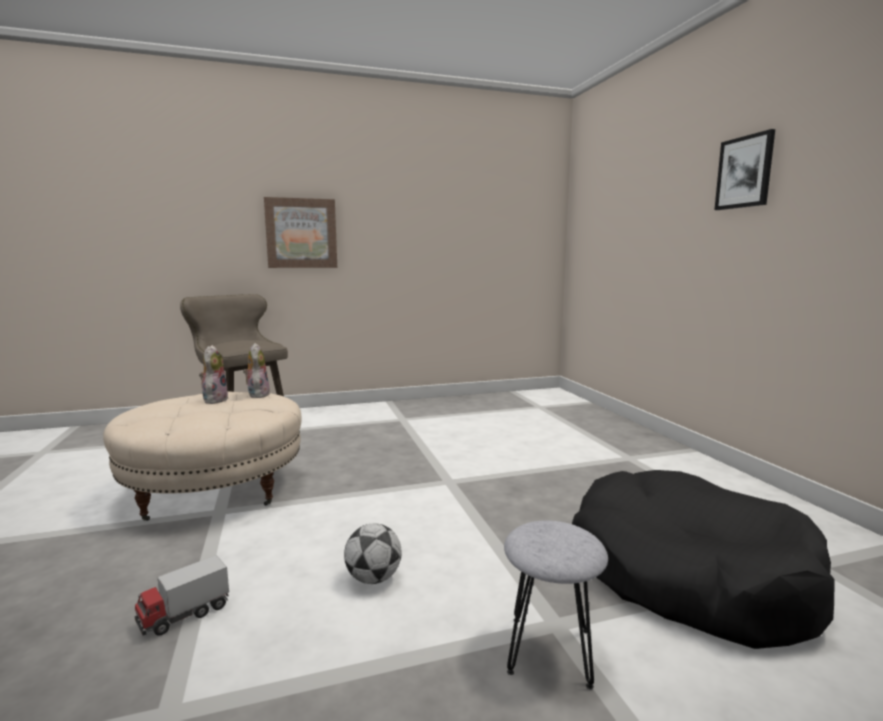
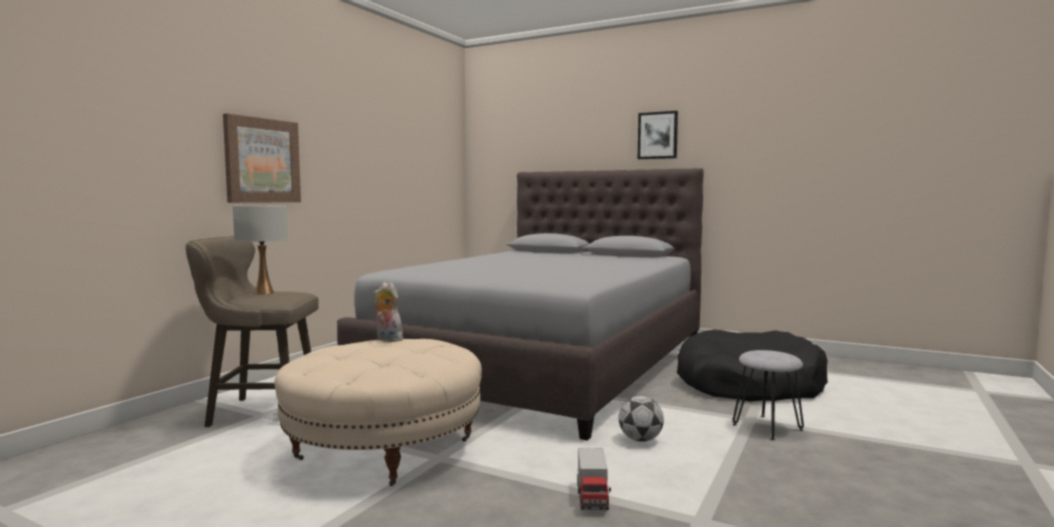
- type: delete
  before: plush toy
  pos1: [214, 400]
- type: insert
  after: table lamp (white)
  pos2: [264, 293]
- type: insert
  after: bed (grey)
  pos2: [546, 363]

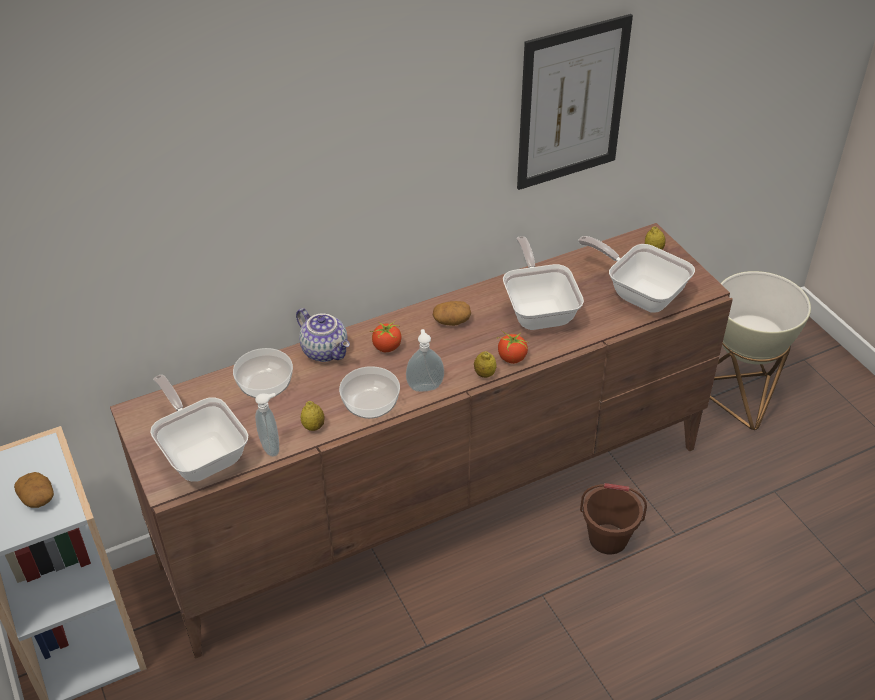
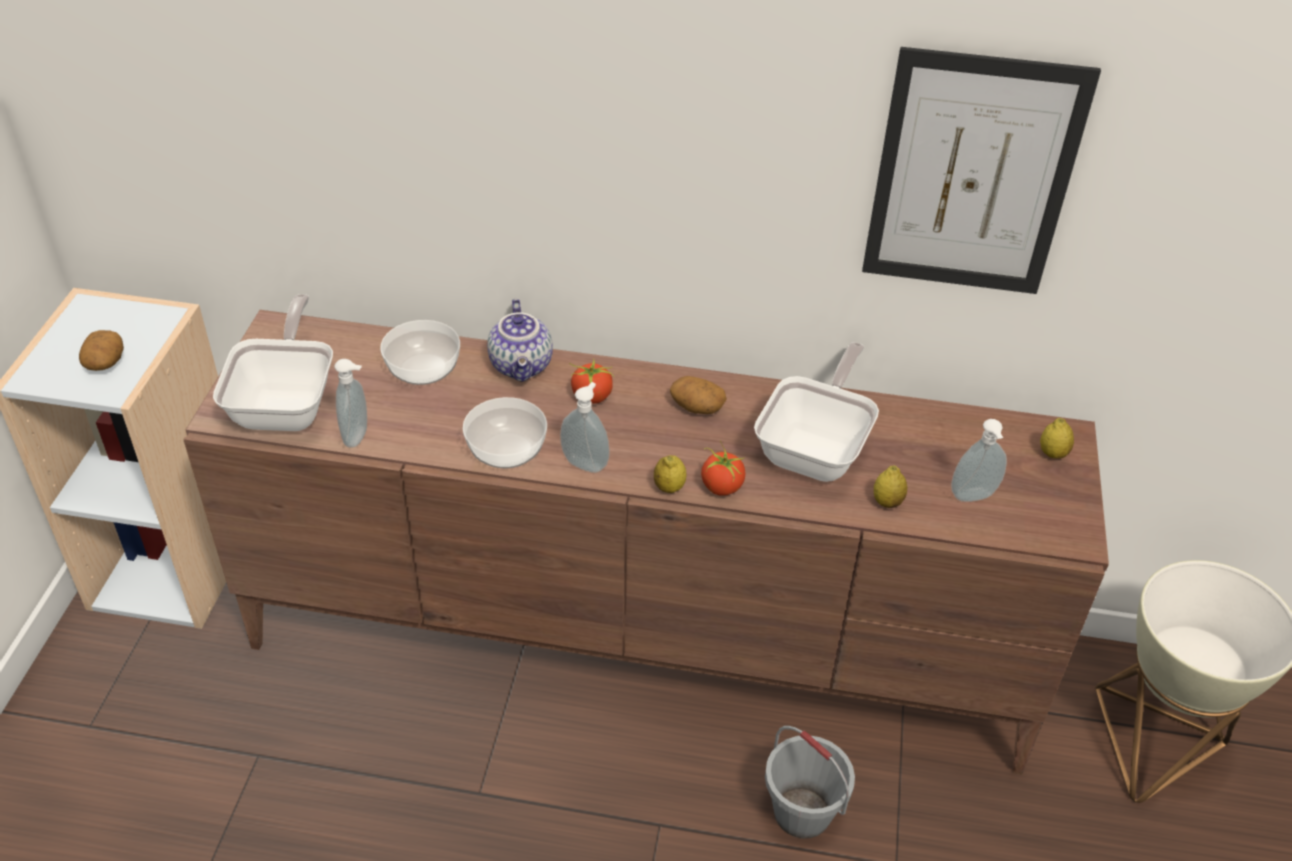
- type: move
  before: lemon
  pos1: [313, 426]
  pos2: [887, 502]
- type: replace
  before: frying pan
  after: soap dispenser
  pos1: [639, 293]
  pos2: [974, 497]
- type: recolor
  before: bucket (brown)
  after: bucket (grey)
  pos1: [608, 538]
  pos2: [803, 812]

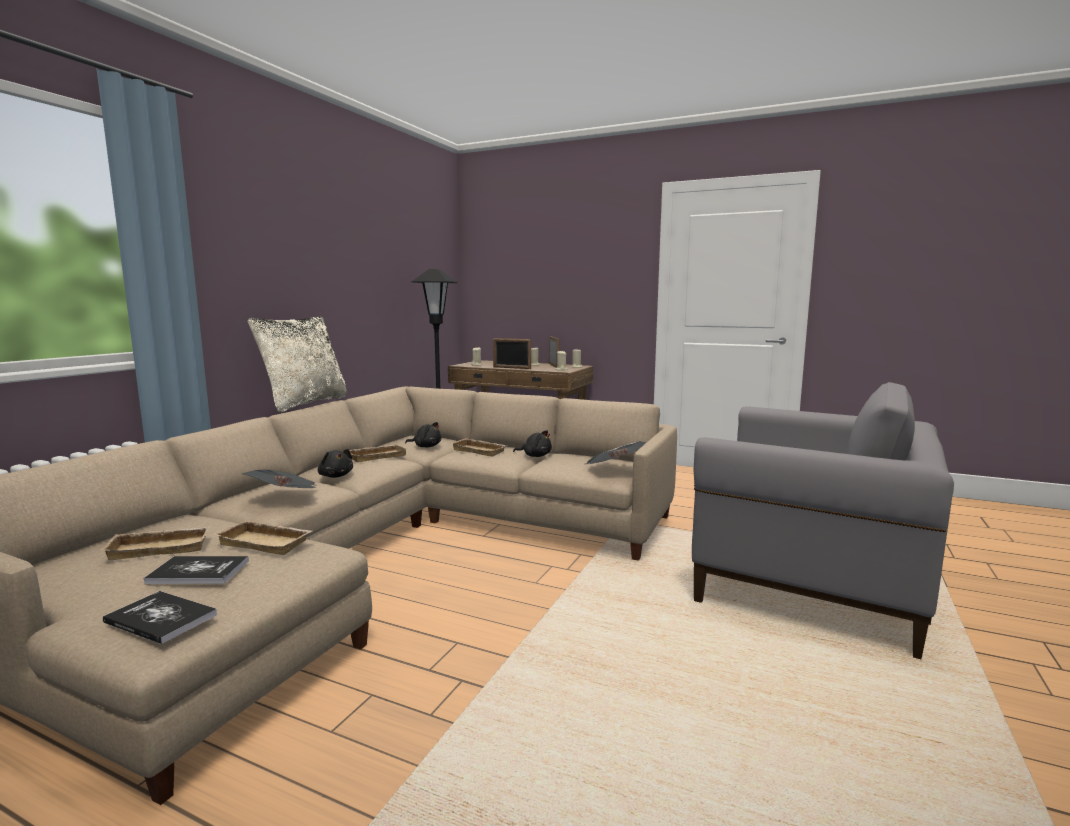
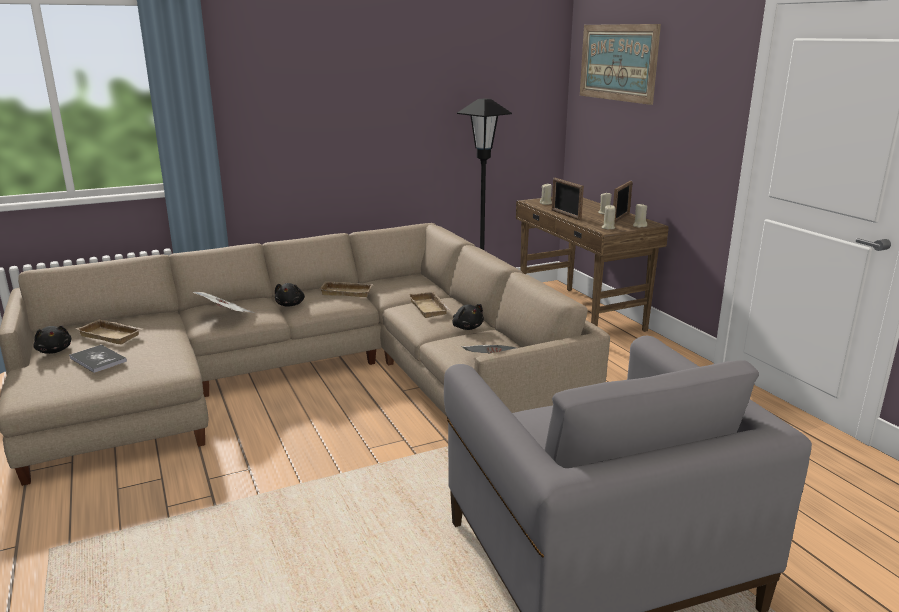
- type: delete
  before: book
  pos1: [160, 618]
- type: delete
  before: tray (beige)
  pos1: [267, 542]
- type: delete
  before: pillow (beige)
  pos1: [306, 404]
- type: insert
  after: picture
  pos2: [618, 62]
- type: move
  before: plush toy (black)
  pos1: [426, 446]
  pos2: [54, 350]

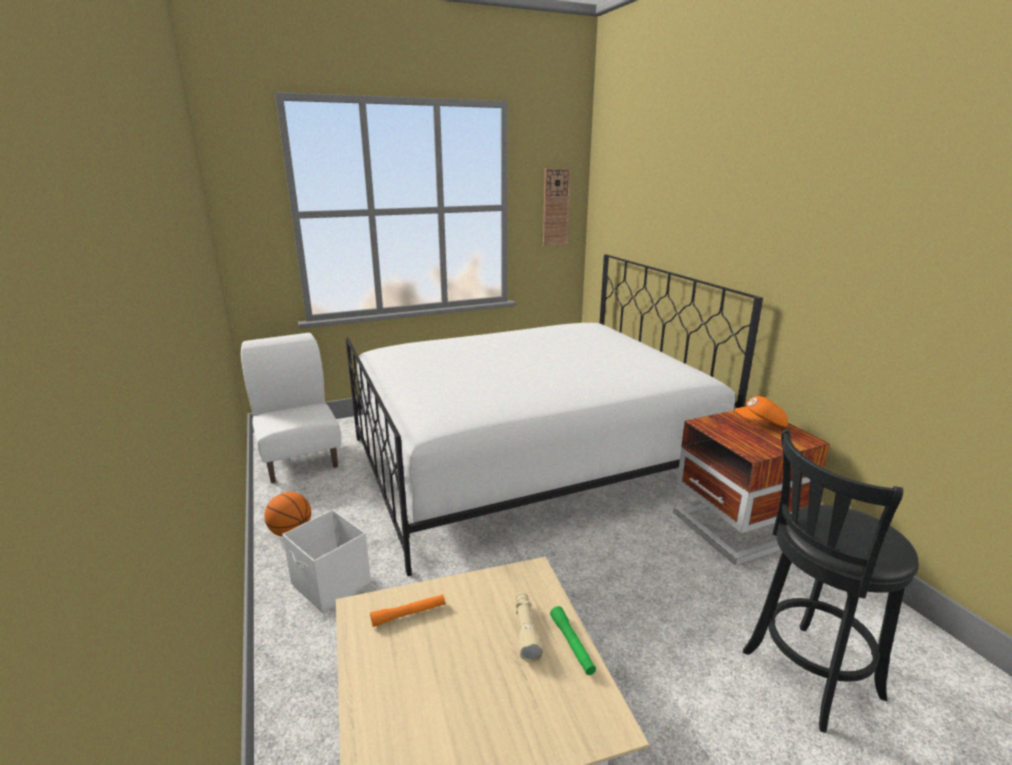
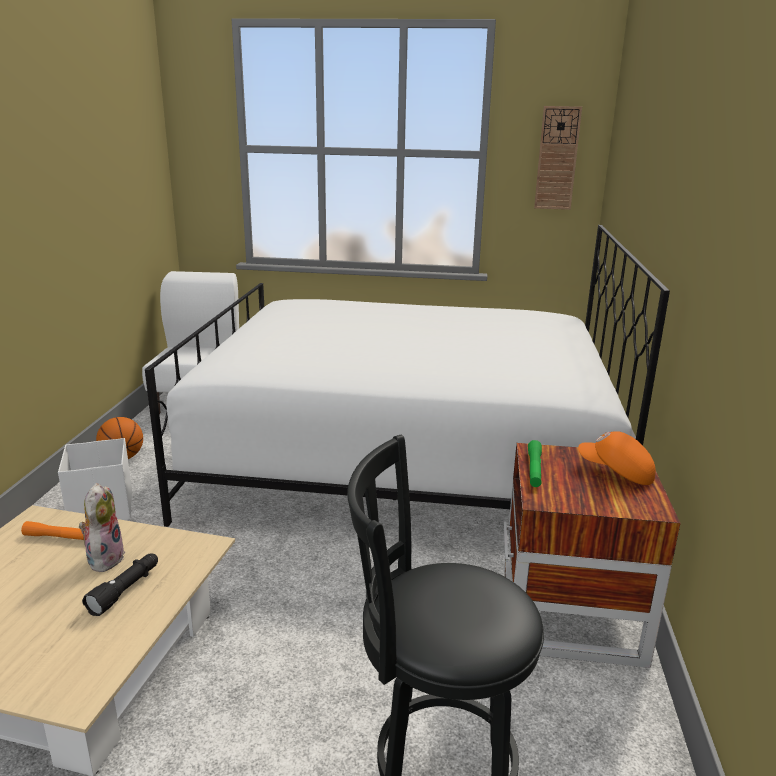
- type: insert
  after: plush toy
  pos2: [104, 558]
- type: move
  before: flashlight (green)
  pos1: [572, 645]
  pos2: [534, 469]
- type: recolor
  before: flashlight (beige)
  after: flashlight (black)
  pos1: [526, 631]
  pos2: [126, 590]

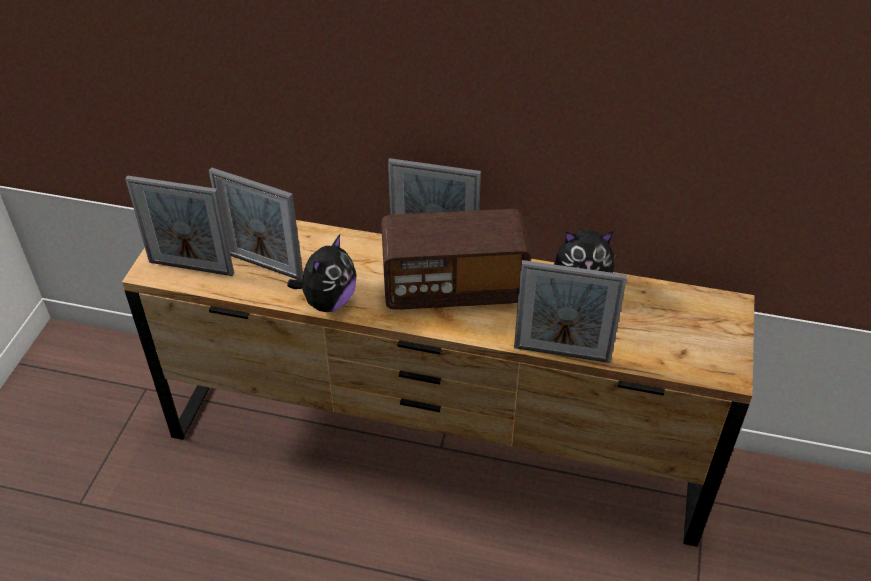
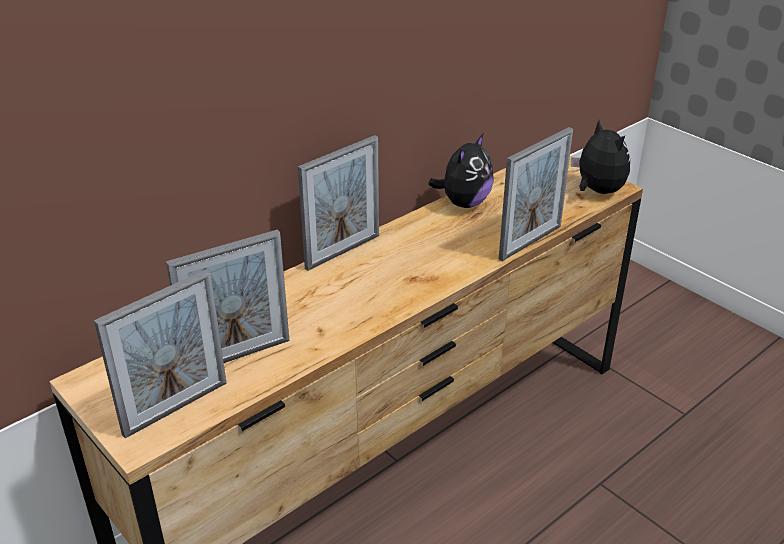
- type: delete
  before: radio
  pos1: [453, 287]
- type: move
  before: plush toy
  pos1: [328, 301]
  pos2: [597, 191]

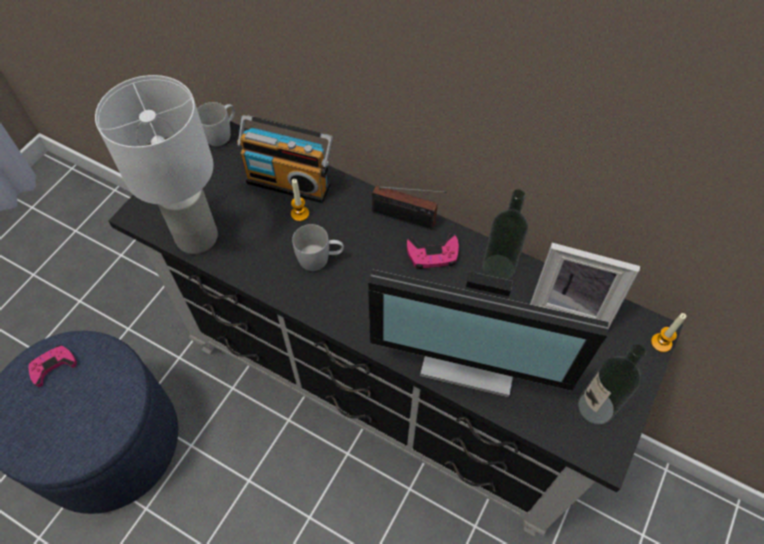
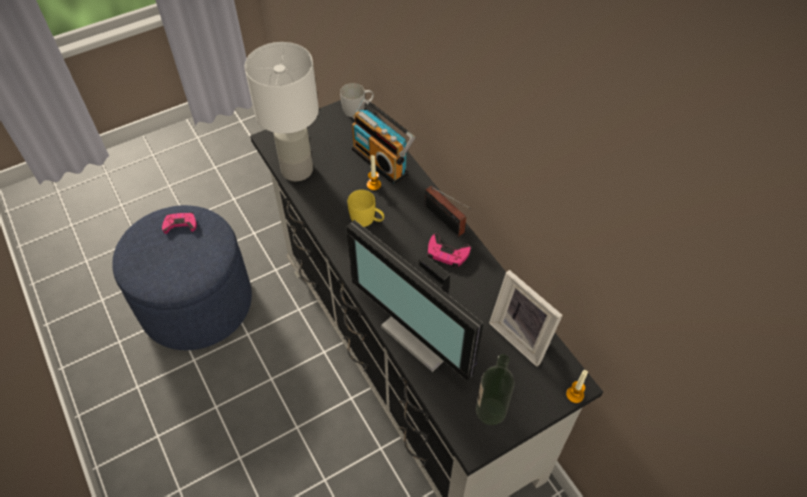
- type: delete
  before: bottle
  pos1: [498, 268]
- type: recolor
  before: mug (white)
  after: mug (yellow)
  pos1: [320, 258]
  pos2: [367, 220]

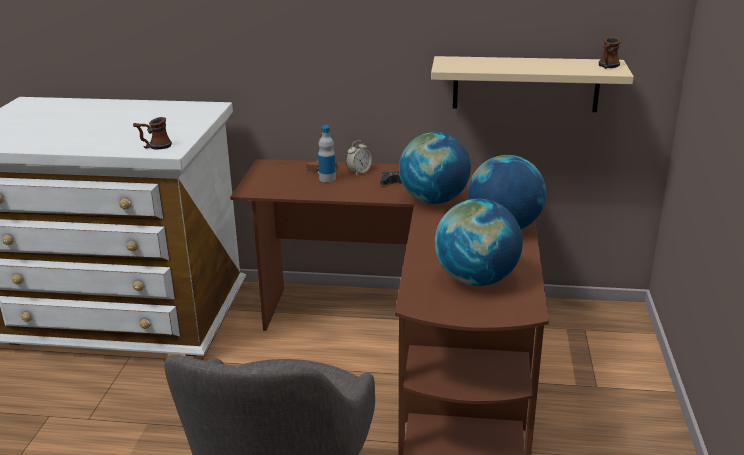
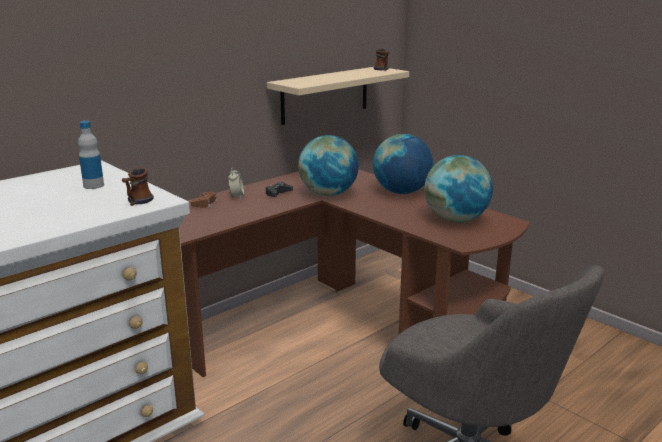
- type: move
  before: bottle
  pos1: [327, 179]
  pos2: [93, 185]

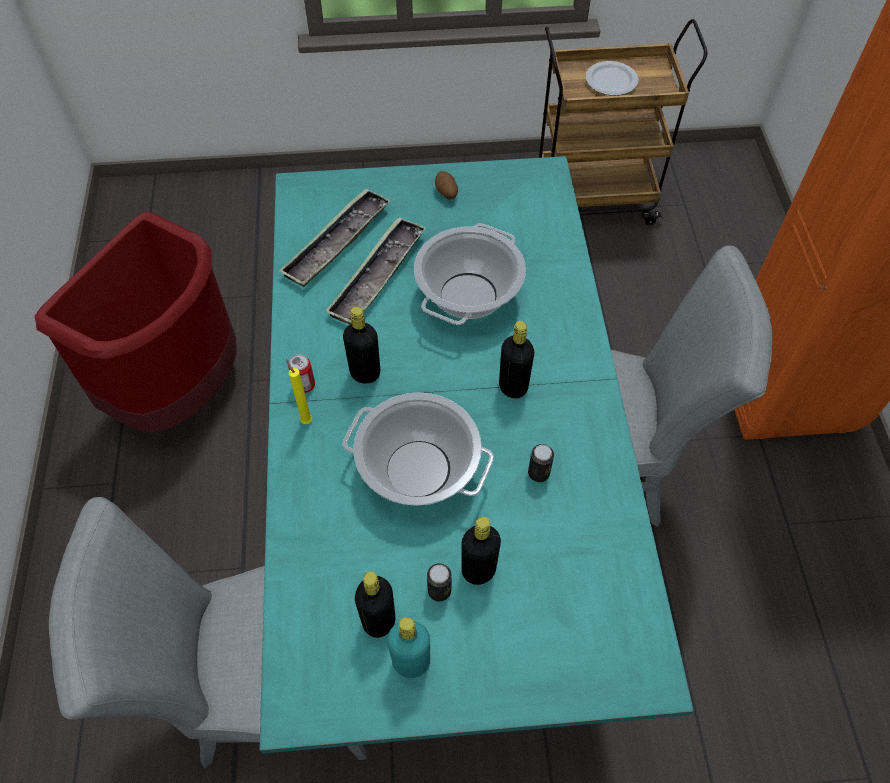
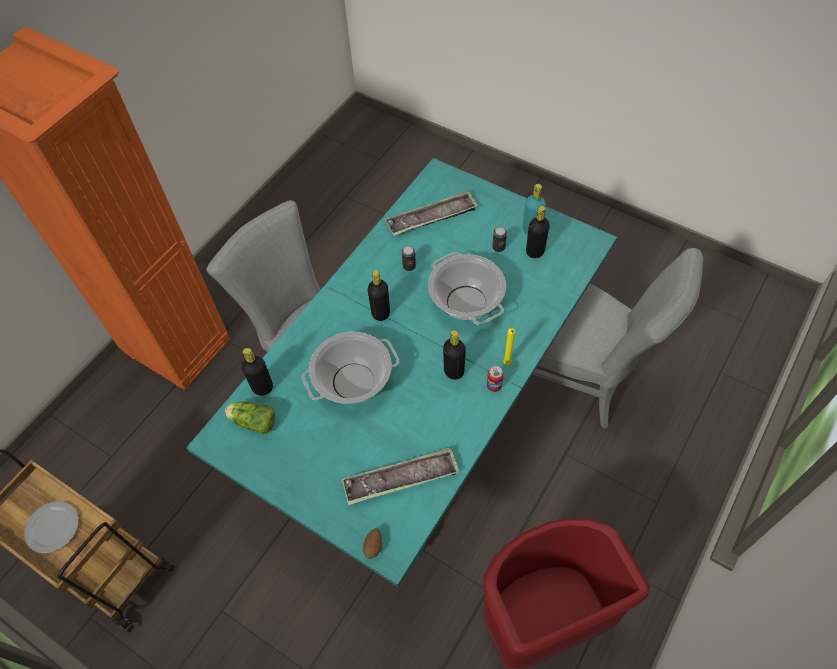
- type: insert
  after: lettuce
  pos2: [252, 421]
- type: move
  before: tray
  pos1: [377, 276]
  pos2: [431, 218]
- type: move
  before: potato
  pos1: [446, 193]
  pos2: [373, 547]
- type: move
  before: bottle (black)
  pos1: [478, 570]
  pos2: [262, 387]

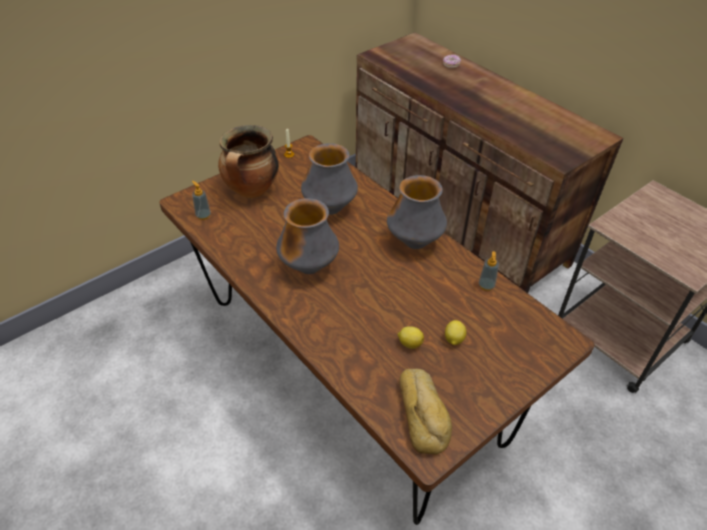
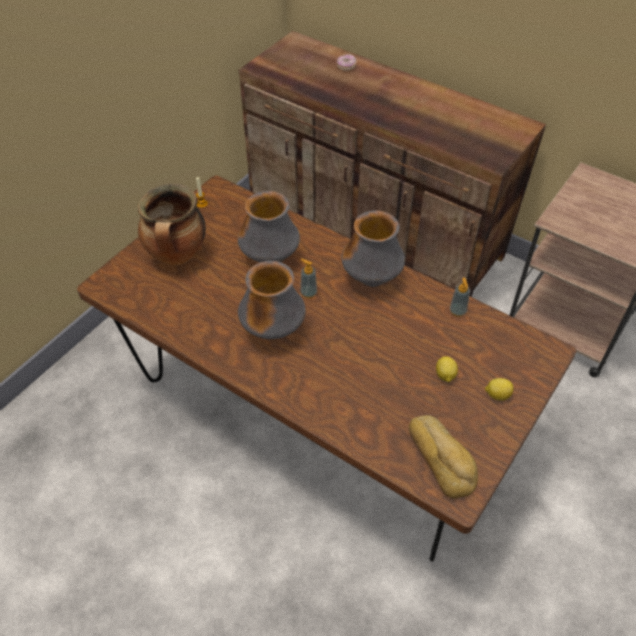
- type: move
  before: soap dispenser
  pos1: [203, 215]
  pos2: [308, 293]
- type: move
  before: lemon
  pos1: [409, 343]
  pos2: [497, 395]

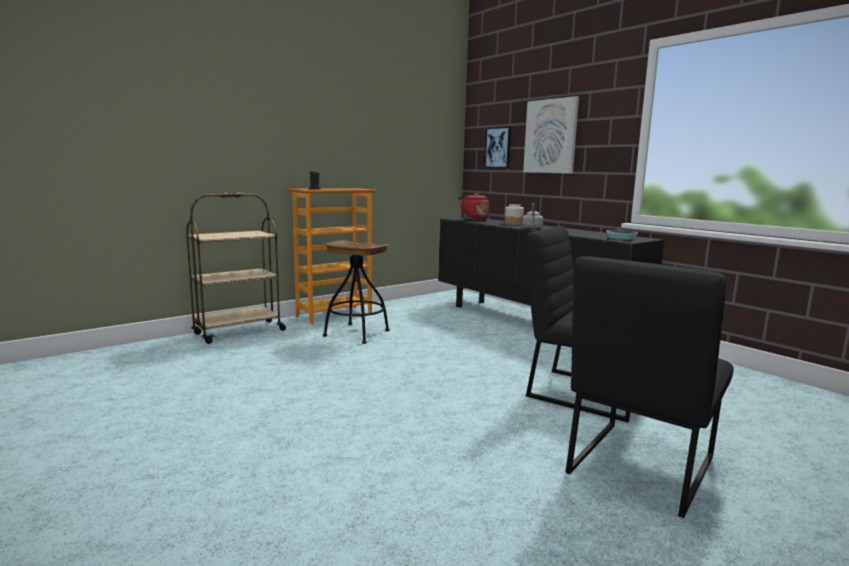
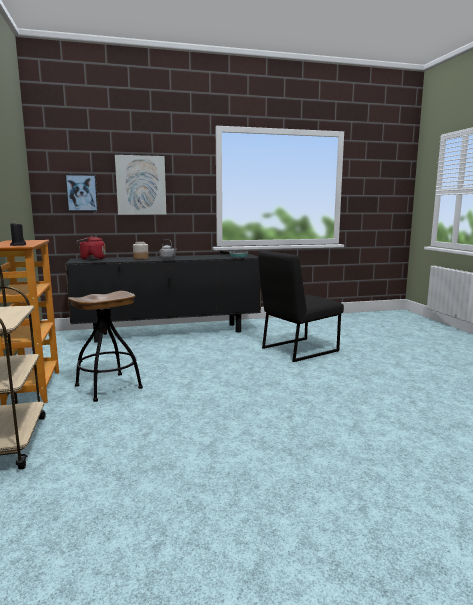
- type: delete
  before: chair (black)
  pos1: [638, 466]

